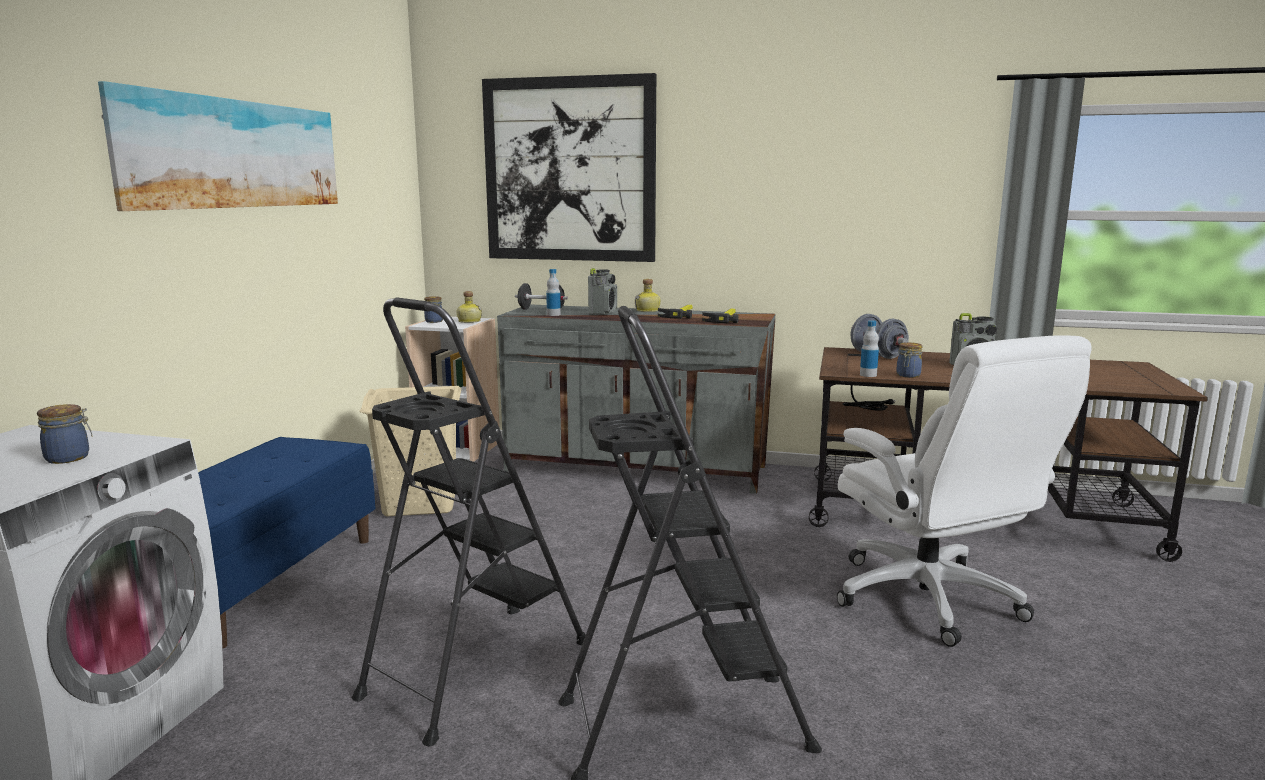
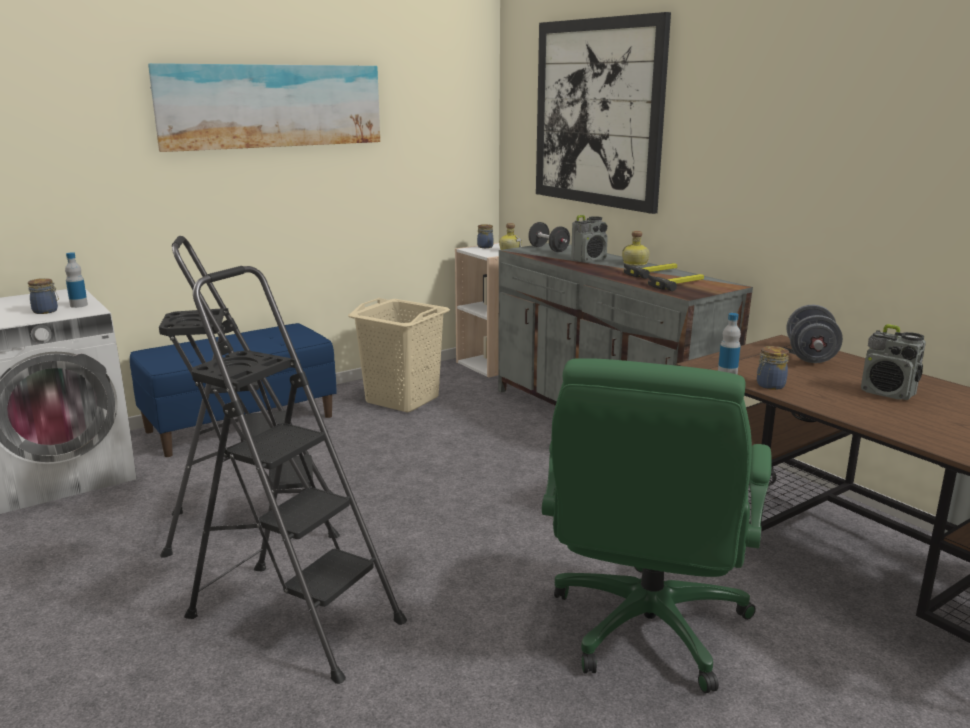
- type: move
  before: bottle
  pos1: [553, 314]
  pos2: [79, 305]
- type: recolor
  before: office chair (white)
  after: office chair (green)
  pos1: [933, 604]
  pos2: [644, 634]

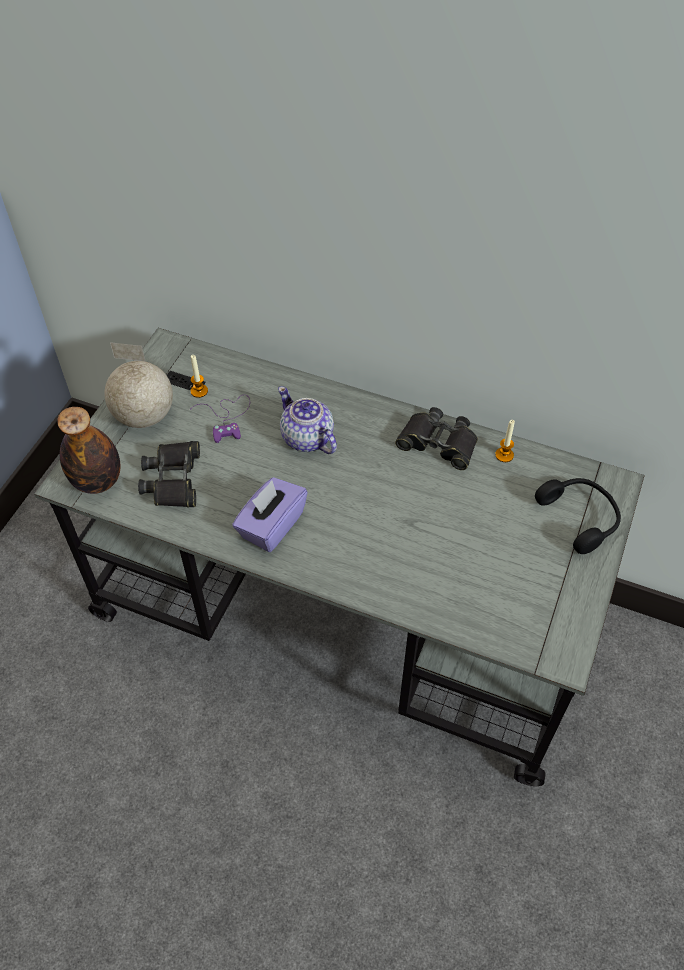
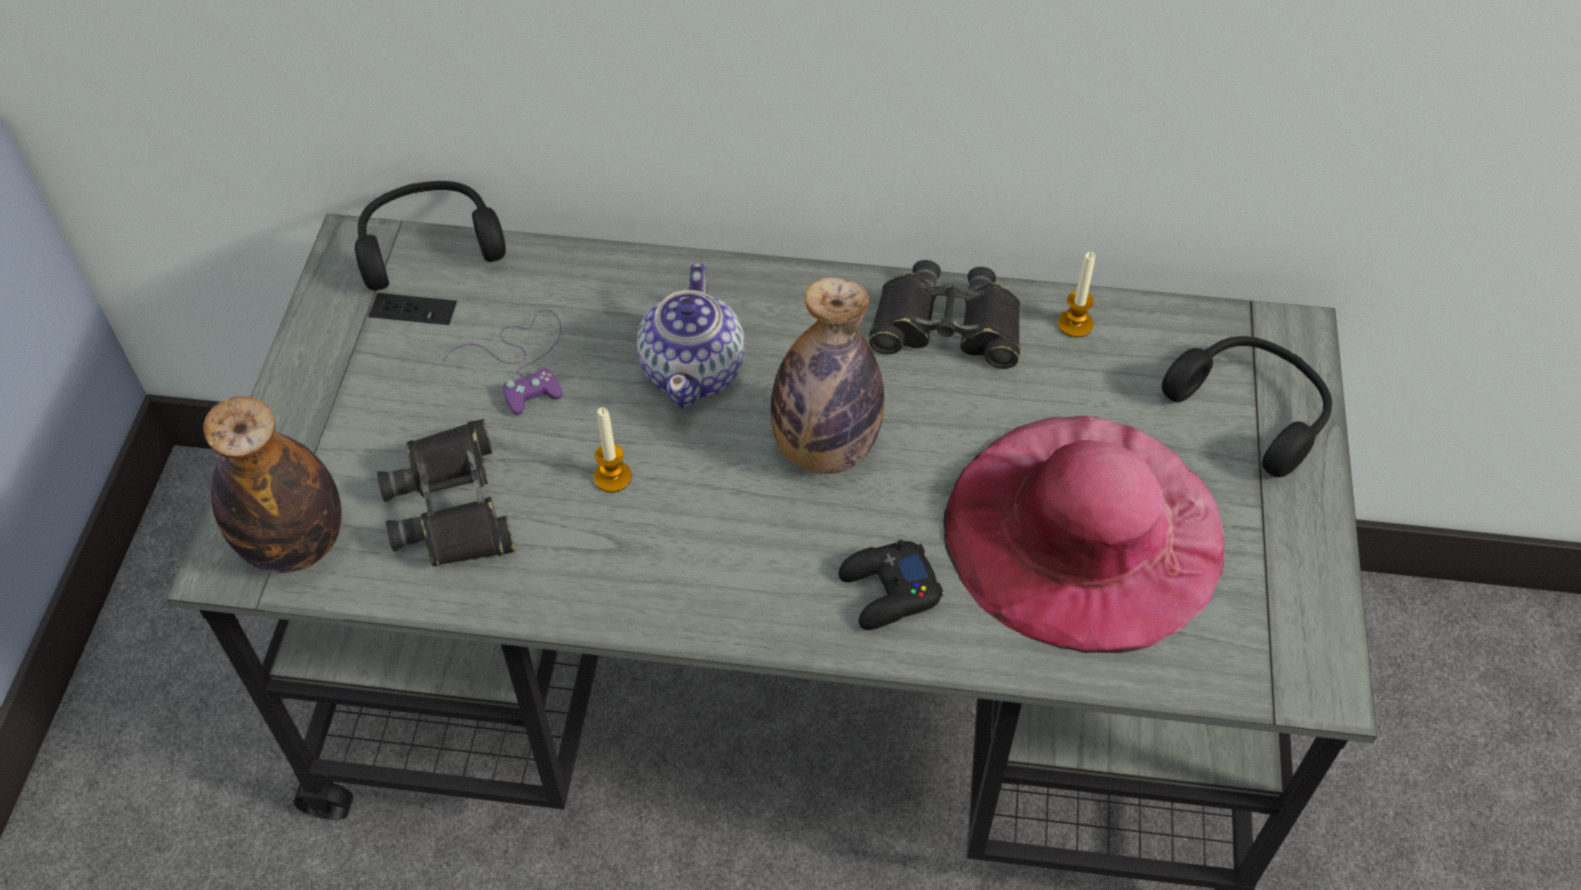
- type: delete
  before: globe
  pos1: [145, 416]
- type: delete
  before: tissue box (purple)
  pos1: [271, 526]
- type: insert
  after: headphones (black)
  pos2: [428, 244]
- type: insert
  after: bottle
  pos2: [825, 449]
- type: insert
  after: game controller (black)
  pos2: [888, 592]
- type: insert
  after: hat (pink)
  pos2: [1084, 530]
- type: move
  before: candle
  pos1: [199, 391]
  pos2: [612, 477]
- type: rotate
  before: teapot
  pos1: [307, 438]
  pos2: [694, 370]
  turn: -120

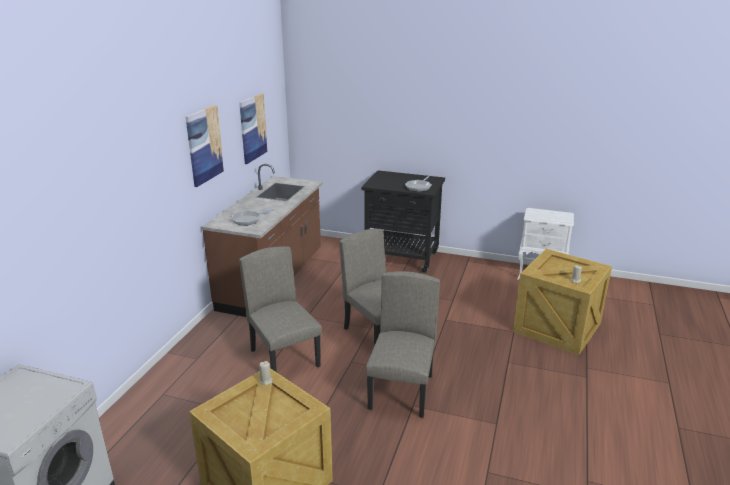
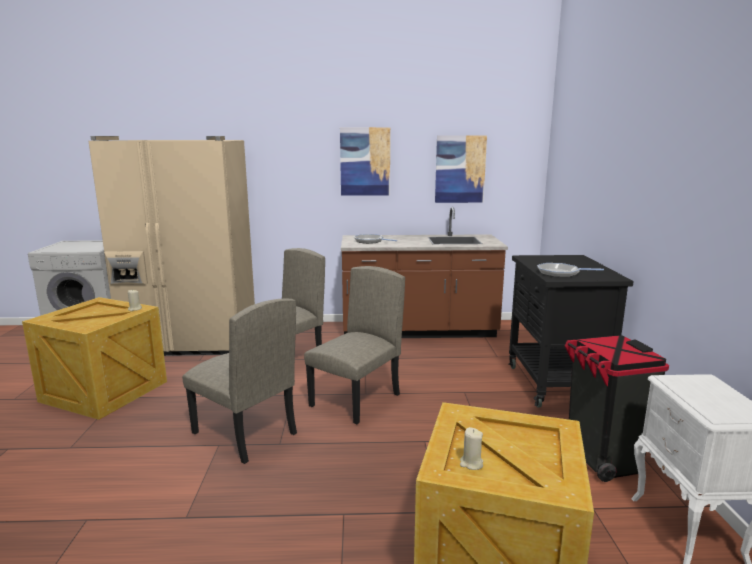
- type: insert
  after: fridge (beige)
  pos2: [193, 340]
- type: insert
  after: trash can (black)
  pos2: [601, 459]
- type: rotate
  before: chair (beige)
  pos1: [402, 392]
  pos2: [244, 433]
  turn: 45

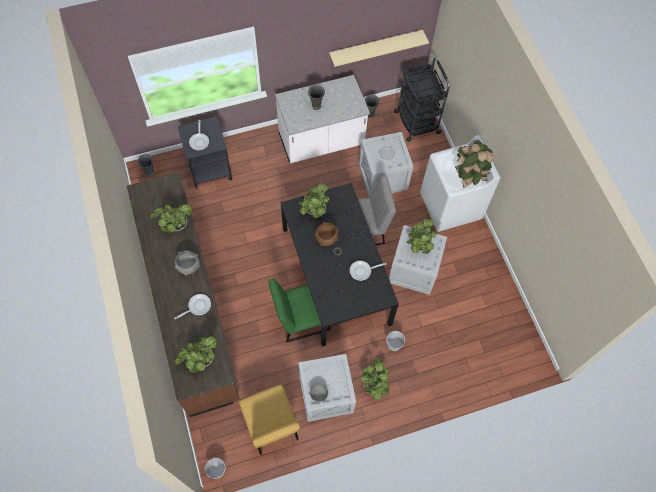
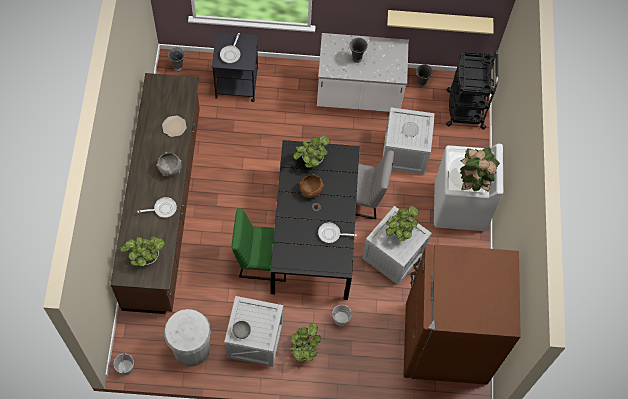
- type: insert
  after: fridge (brown)
  pos2: [445, 344]
- type: replace
  before: potted plant
  after: plate
  pos1: [175, 225]
  pos2: [174, 126]
- type: replace
  before: chair (yellow)
  after: trash can (white)
  pos1: [271, 426]
  pos2: [191, 348]

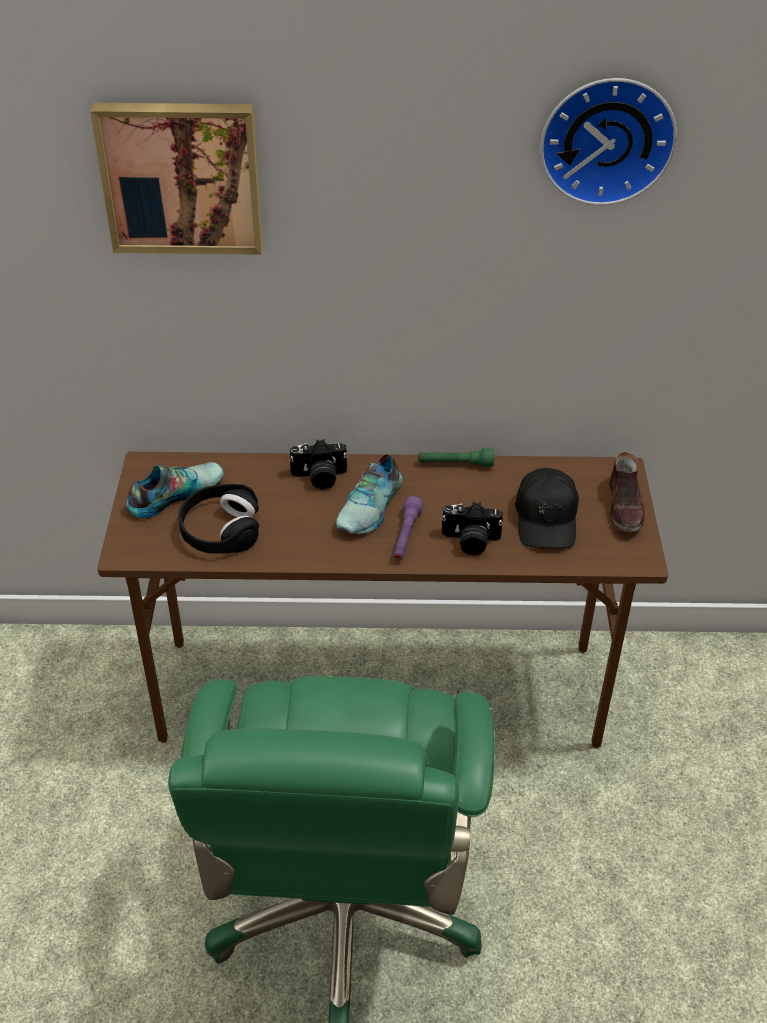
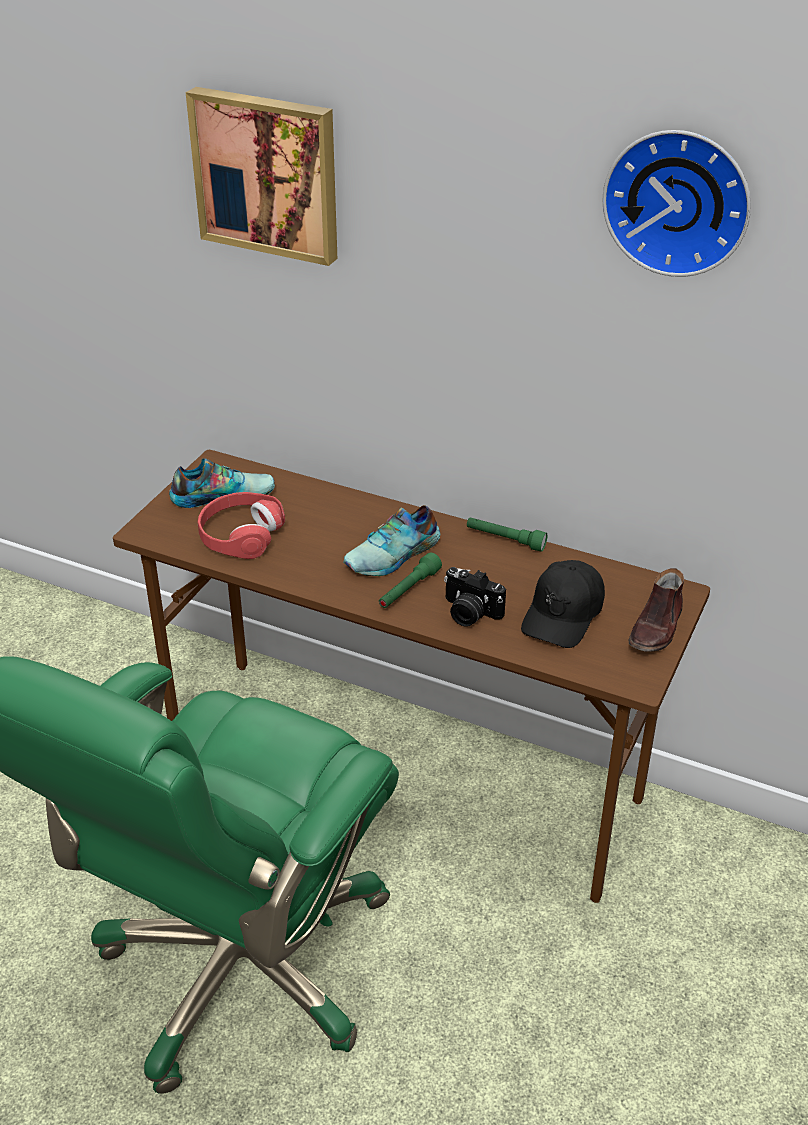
- type: delete
  before: photo camera
  pos1: [319, 478]
- type: recolor
  before: headphones (black)
  after: headphones (red)
  pos1: [220, 529]
  pos2: [240, 535]
- type: recolor
  before: flashlight (purple)
  after: flashlight (green)
  pos1: [406, 536]
  pos2: [408, 590]

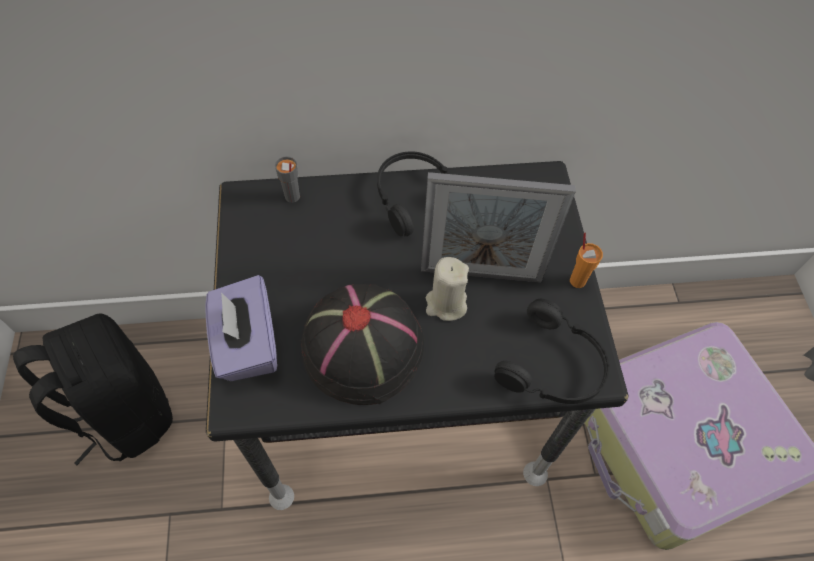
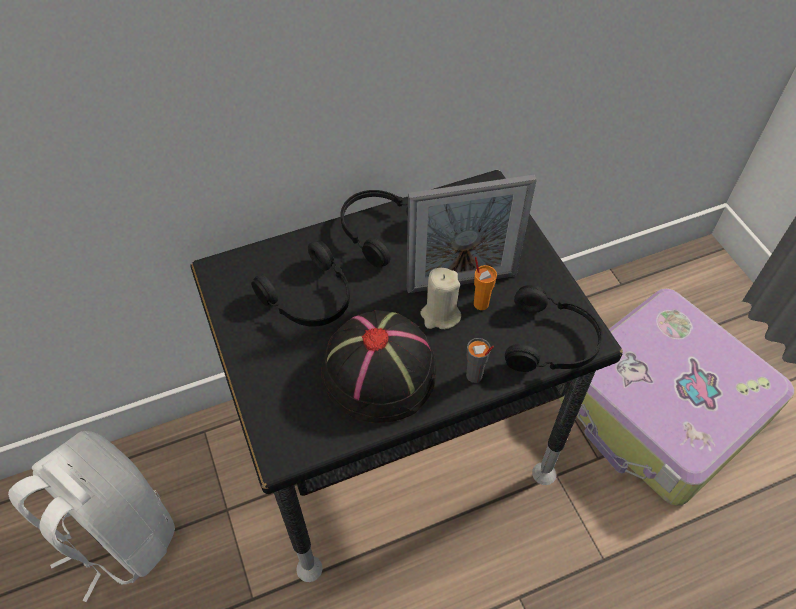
- type: delete
  before: tissue box (purple)
  pos1: [247, 344]
- type: insert
  after: headphones (black)
  pos2: [310, 298]
- type: move
  before: cup (grey)
  pos1: [292, 197]
  pos2: [474, 376]
- type: move
  before: cup (orange)
  pos1: [577, 280]
  pos2: [481, 303]
- type: recolor
  before: backpack (black)
  after: backpack (white)
  pos1: [125, 412]
  pos2: [119, 535]

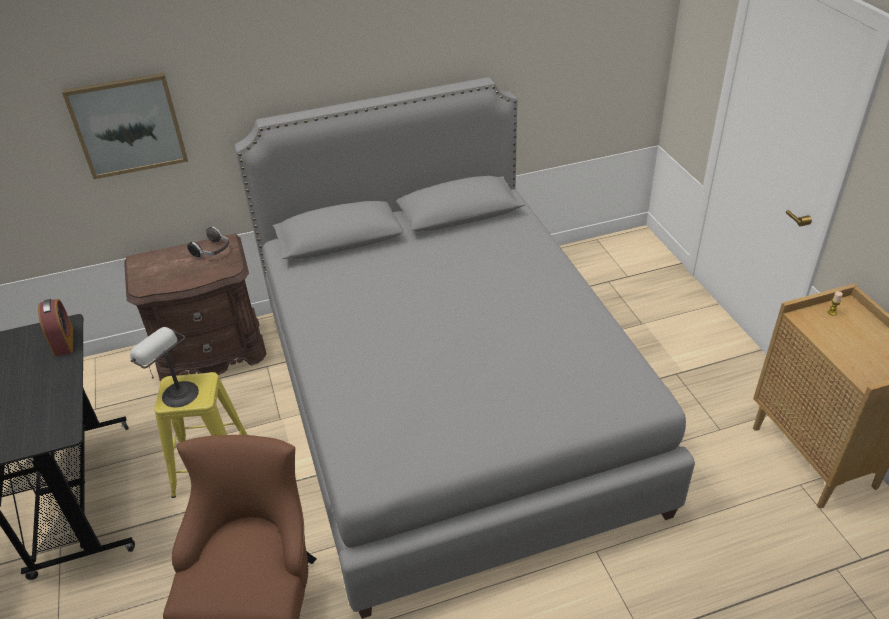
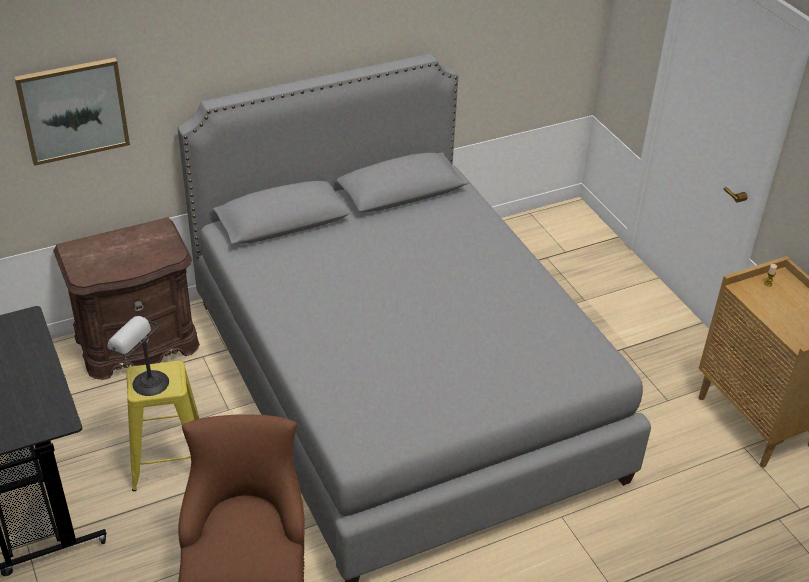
- type: delete
  before: alarm clock
  pos1: [63, 341]
- type: delete
  before: headphones
  pos1: [212, 251]

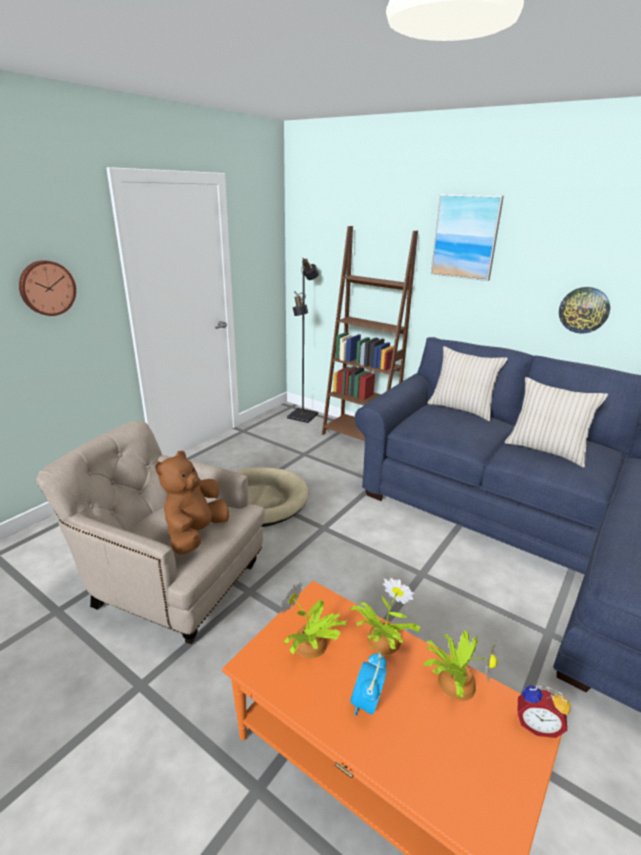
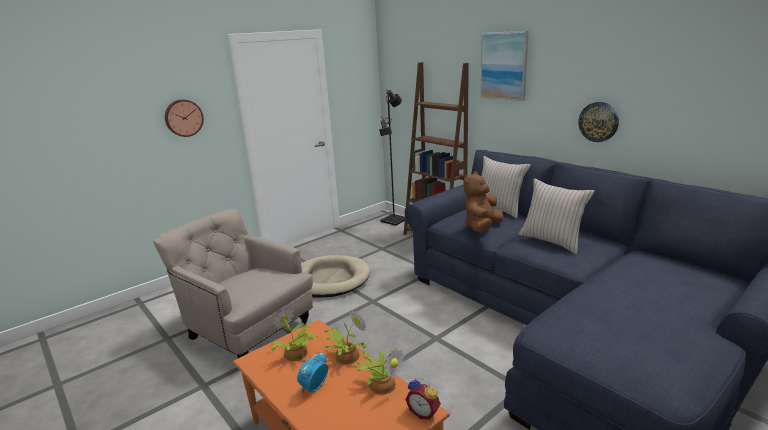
- type: move
  before: plush toy (brown)
  pos1: [195, 534]
  pos2: [482, 228]

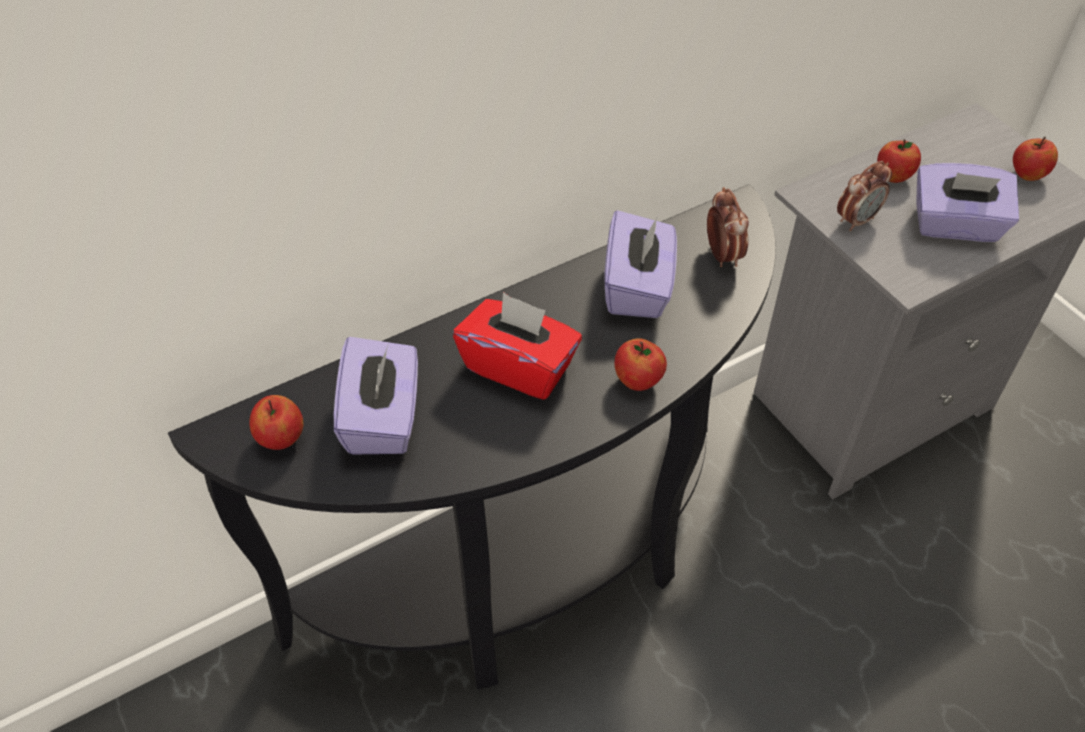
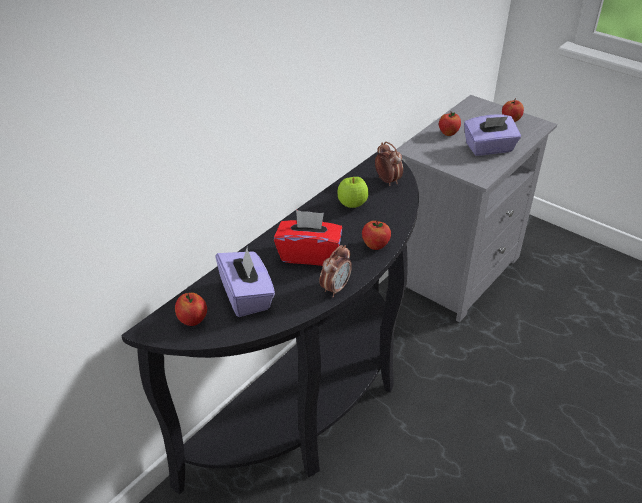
- type: move
  before: alarm clock
  pos1: [856, 220]
  pos2: [335, 288]
- type: replace
  before: tissue box (purple)
  after: apple
  pos1: [638, 288]
  pos2: [352, 204]

